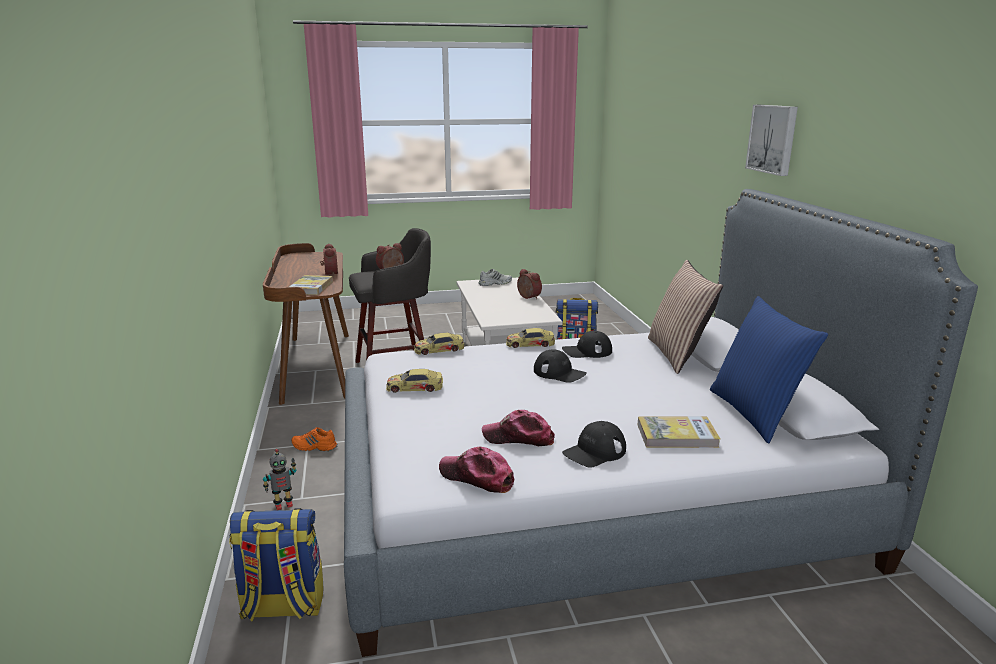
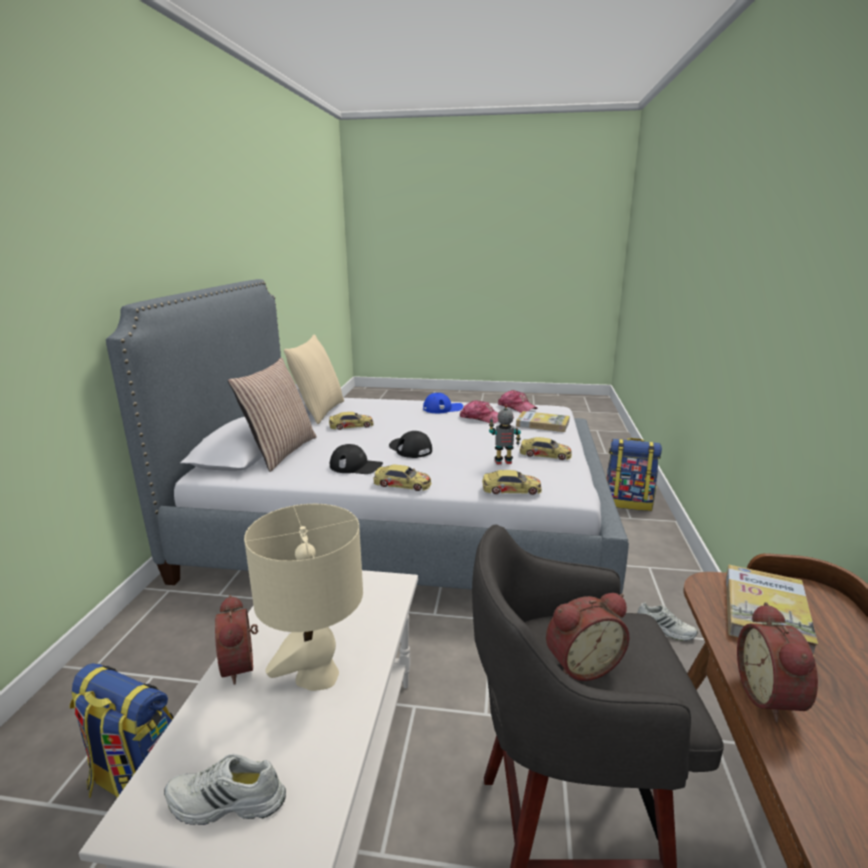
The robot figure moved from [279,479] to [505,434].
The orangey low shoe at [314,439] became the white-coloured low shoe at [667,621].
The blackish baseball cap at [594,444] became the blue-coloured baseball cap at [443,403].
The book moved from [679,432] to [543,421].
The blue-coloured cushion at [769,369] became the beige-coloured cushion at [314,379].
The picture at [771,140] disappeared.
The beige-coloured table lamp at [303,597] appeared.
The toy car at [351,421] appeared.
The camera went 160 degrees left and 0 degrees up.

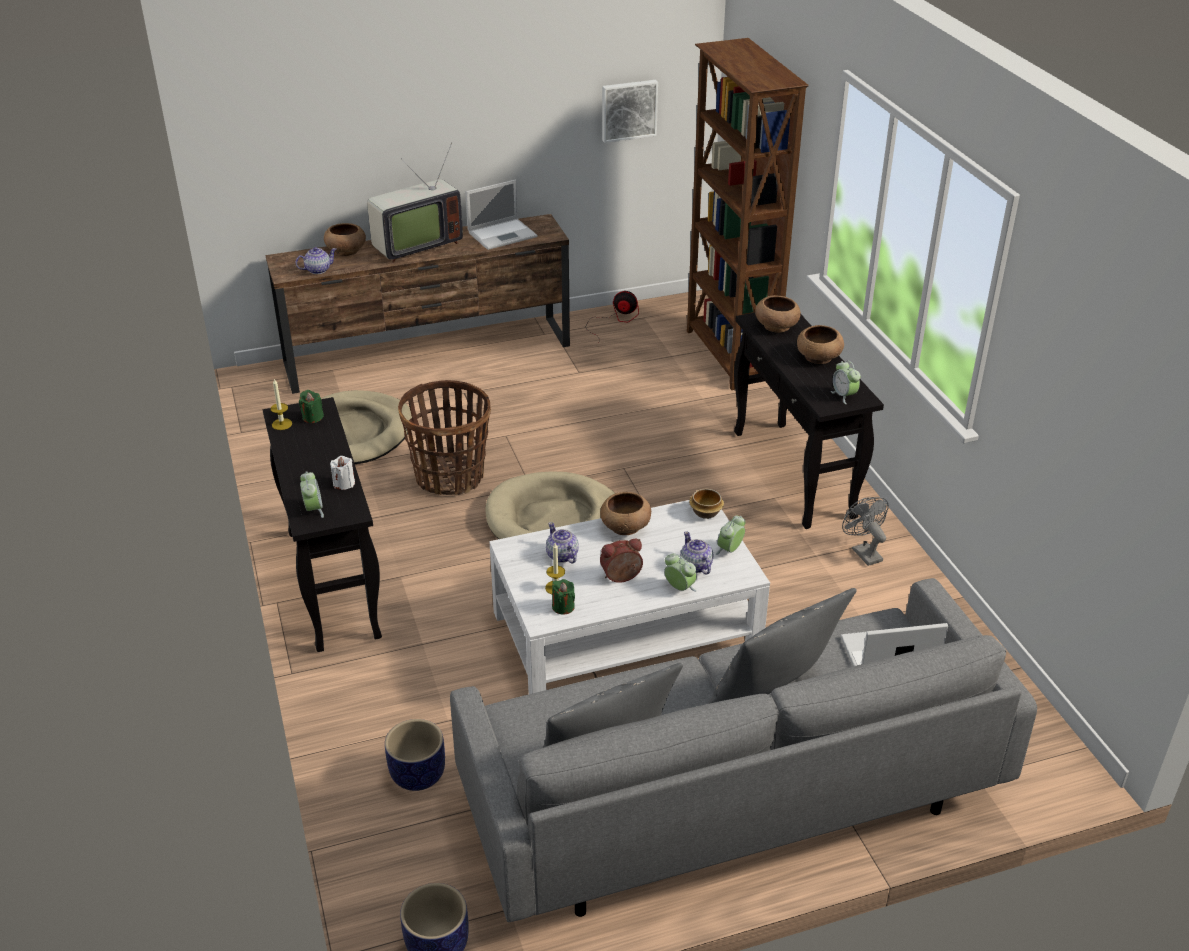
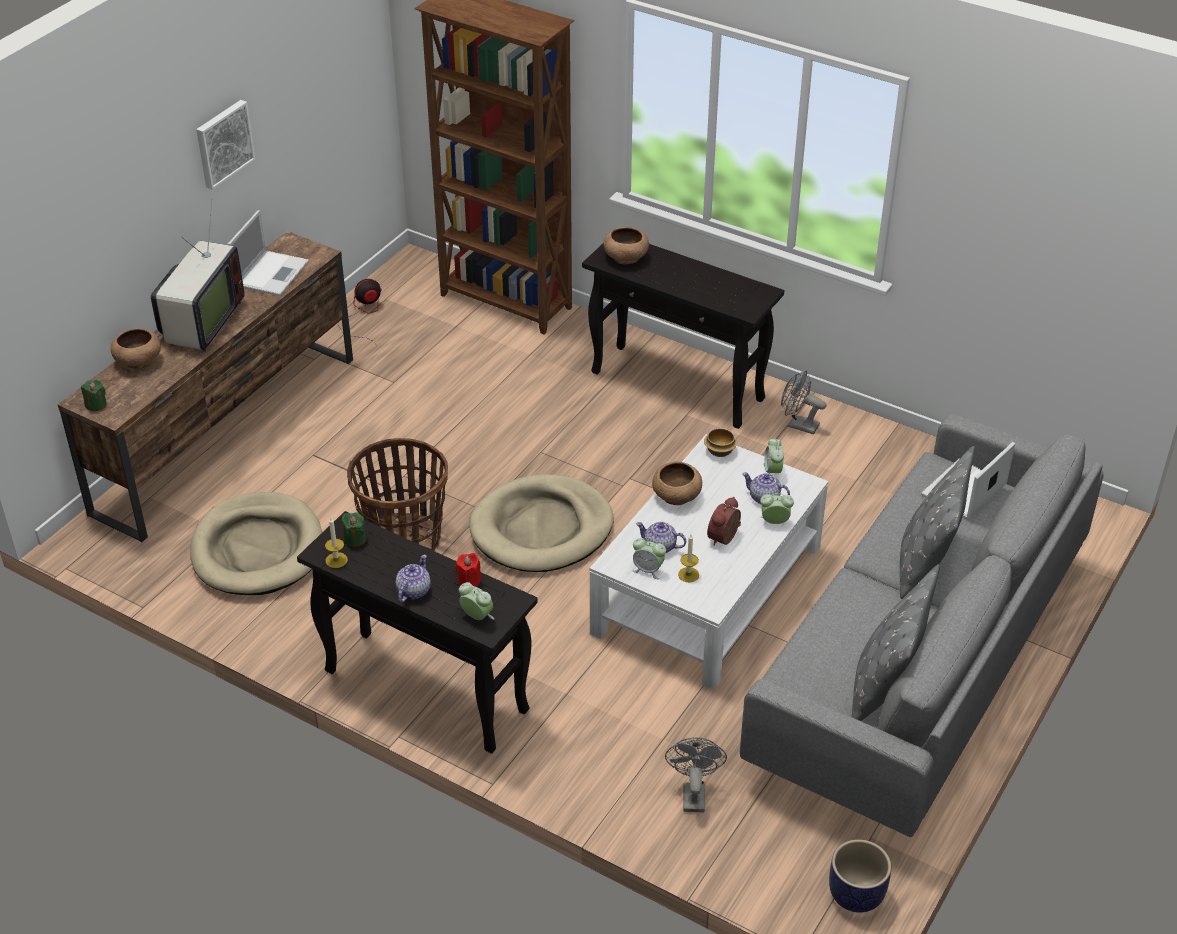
The tea pot moved from [316,260] to [413,578].
The white-coloured wax light at [342,473] became the reddish wax light at [468,570].
The plant pot at [415,755] was replaced by the greyish electric fan at [696,774].
The green wax light moved from [563,597] to [94,395].
The picture moved from [630,111] to [226,145].
The brownish serving bowl at [820,344] disappeared.
The alarm clock moved from [846,382] to [649,558].
The camera went 40 degrees left and 5 degrees up.

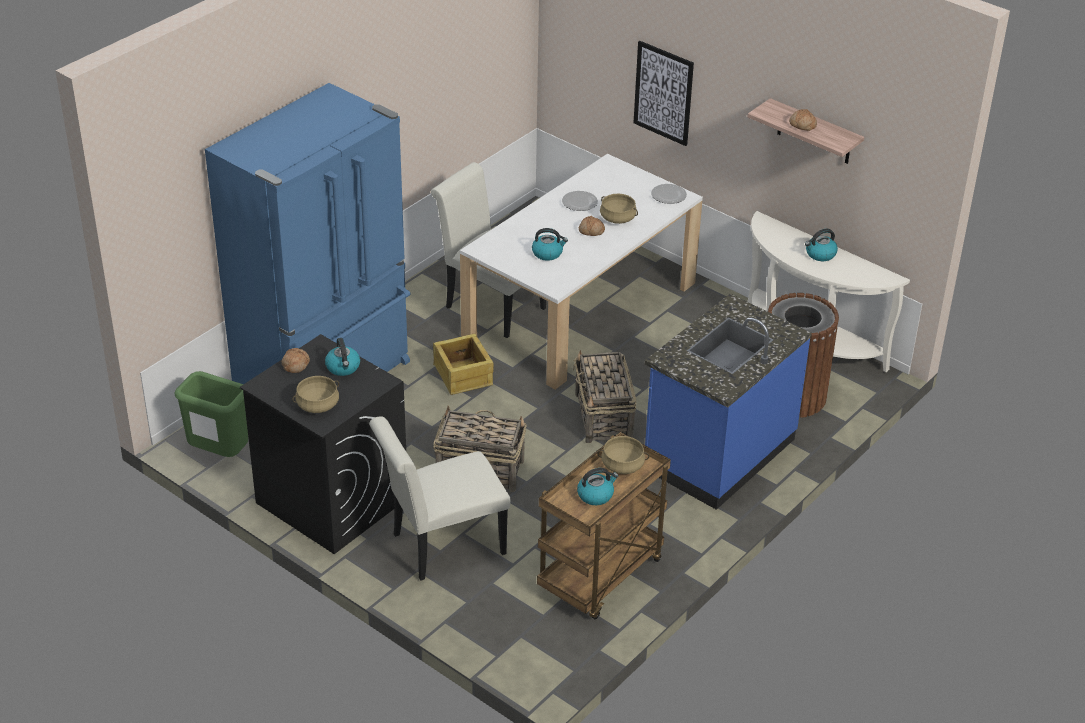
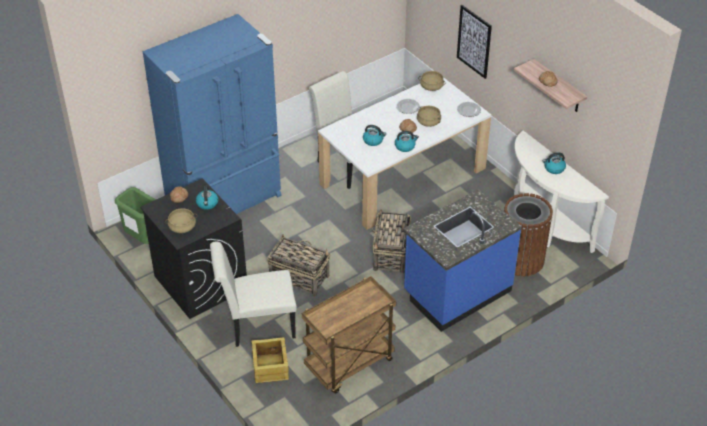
The packing crate moved from [463,364] to [270,360].
The kettle moved from [597,486] to [407,141].
The beige-coloured cooking pot moved from [623,455] to [432,81].
The camera went 15 degrees right and 5 degrees up.

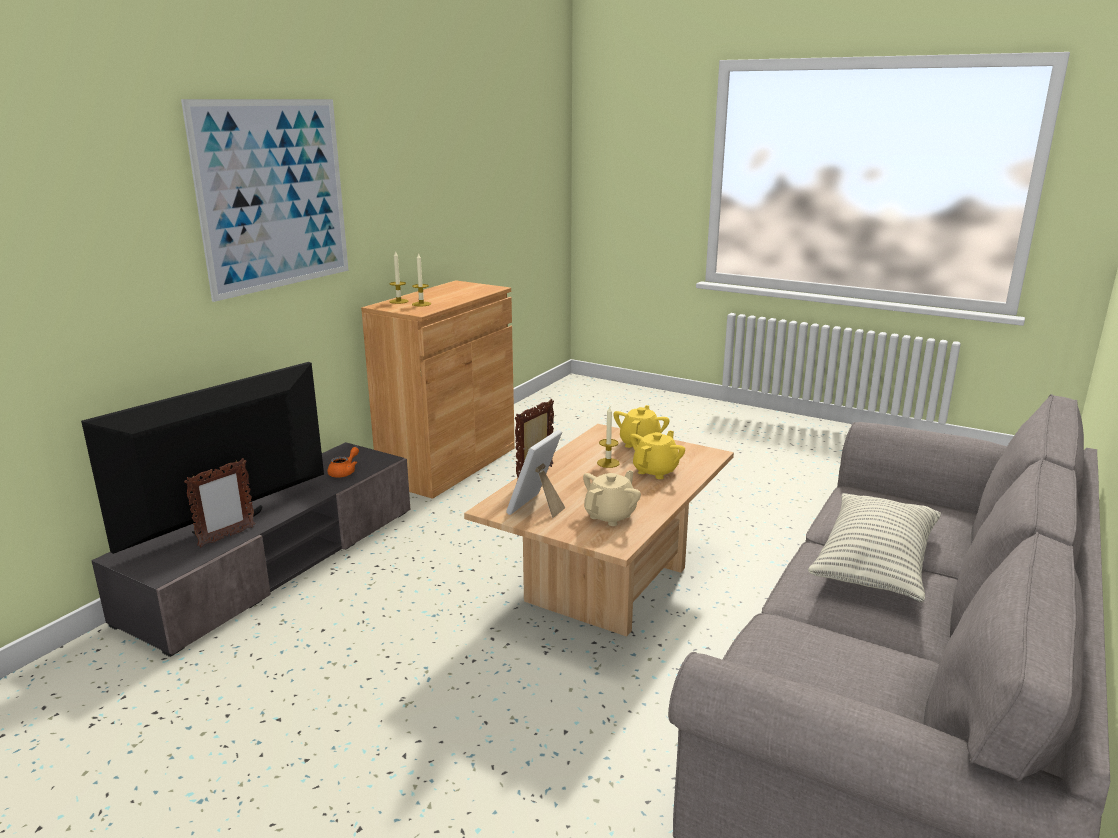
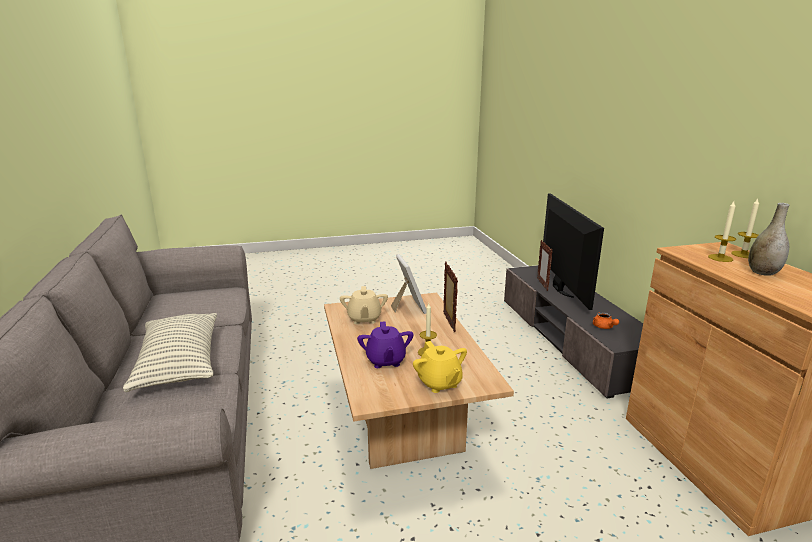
The picture at [265,200] disappeared.
The yellow-coloured tea pot at [657,454] became the purplish tea pot at [385,344].
The greyish vase at [768,239] appeared.
The camera went 135 degrees right and 0 degrees up.

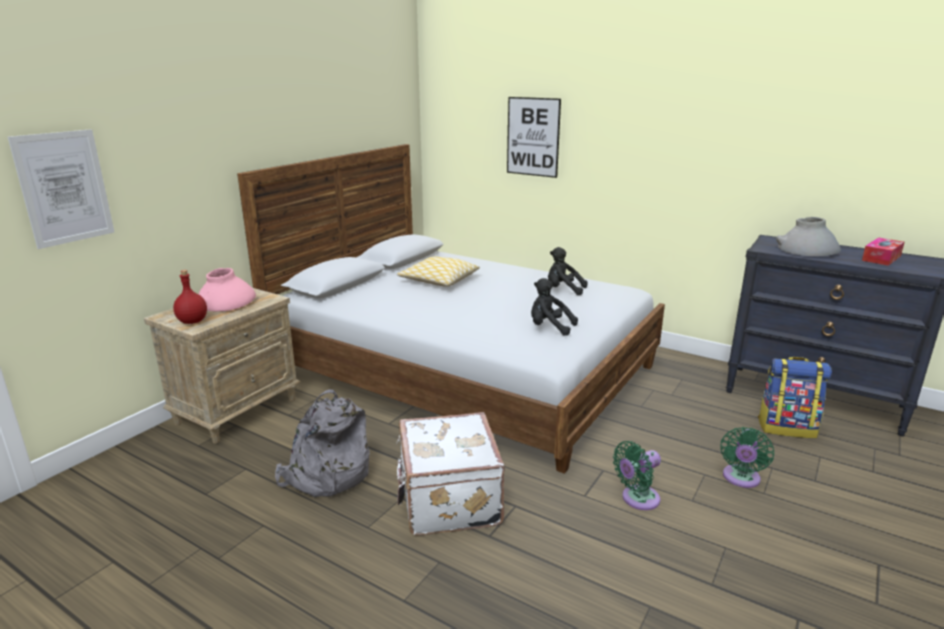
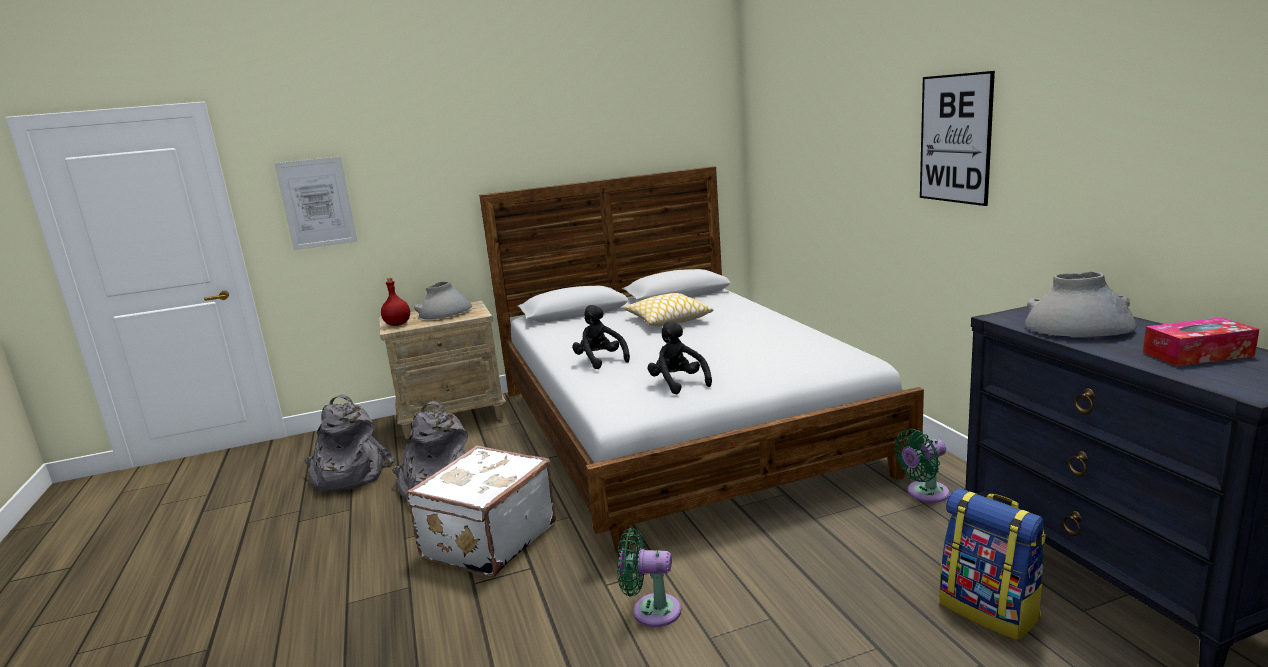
The pink-coloured vase at [227,289] became the greyish vase at [443,300].
The picture moved from [534,137] to [957,138].
The blackish cuddly toy moved from [568,271] to [601,337].
The green electric fan moved from [747,457] to [922,466].
The greyish knapsack at [349,443] appeared.
The camera went 40 degrees right and 5 degrees down.

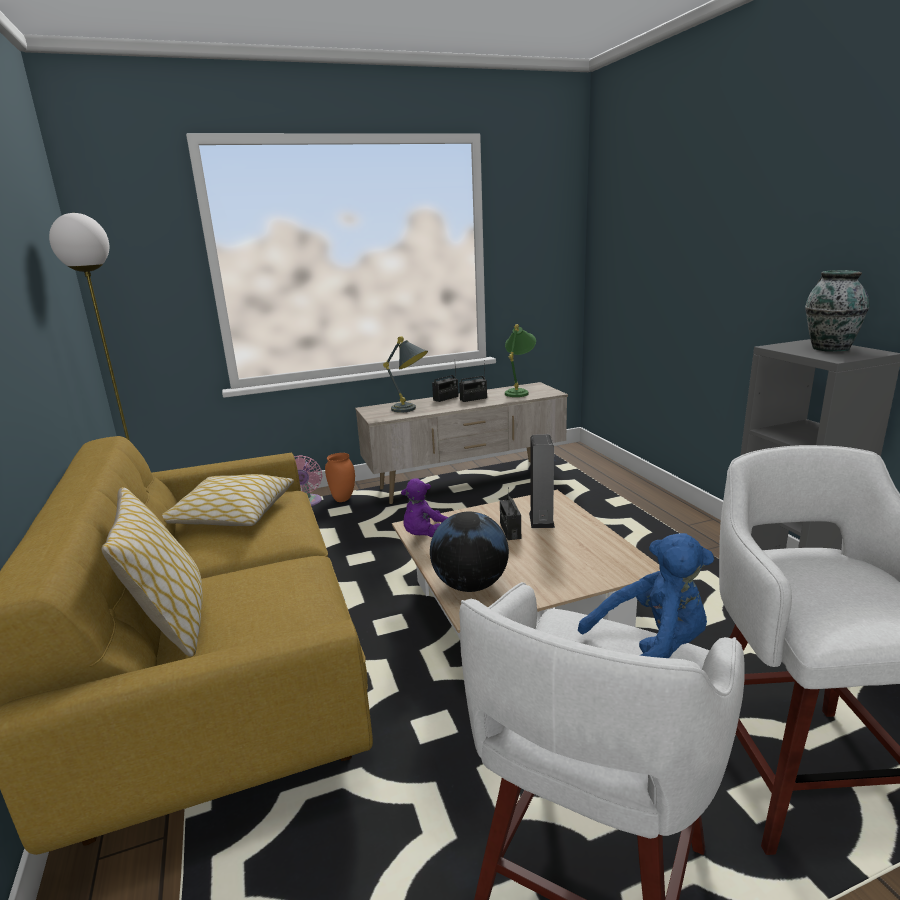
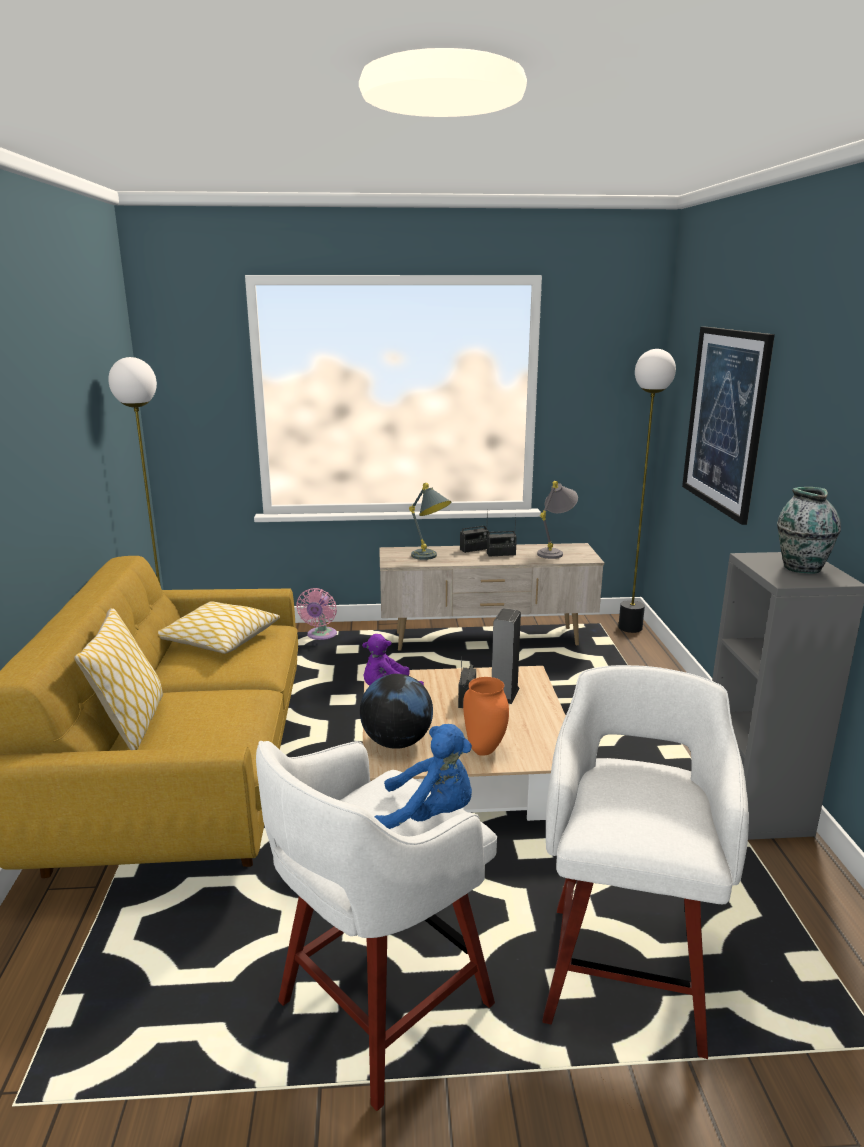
The orangey vase moved from [340,477] to [486,716].
The green table lamp at [520,360] became the greyish table lamp at [557,520].
The floor lamp at [647,491] appeared.
The picture at [728,426] appeared.
The camera went 15 degrees right and 0 degrees up.

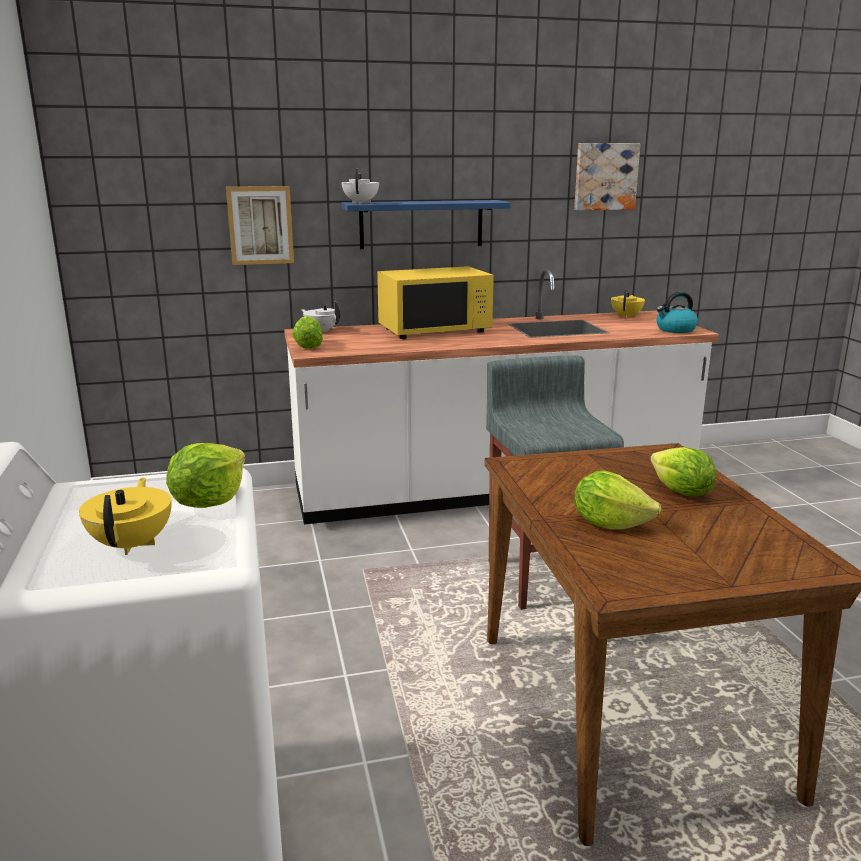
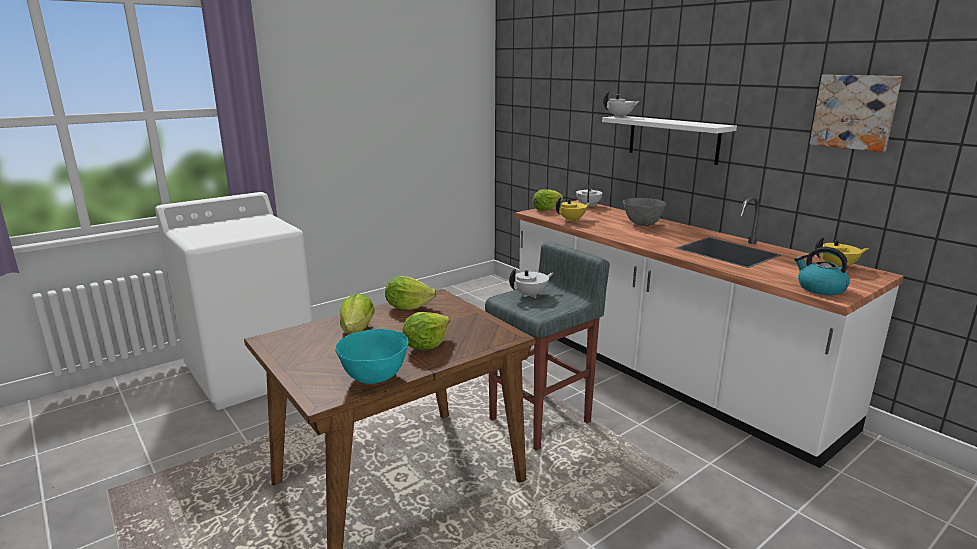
The yellow-coloured tea pot moved from [125,516] to [573,209].
The lettuce head moved from [205,475] to [411,293].
The picture at [260,225] disappeared.
The blue-coloured shelf at [426,224] became the white-coloured shelf at [669,140].
The yellow-coloured microwave at [435,302] was replaced by the greyish serving bowl at [644,212].
The blue-green serving bowl at [372,356] appeared.
The white-coloured tea pot at [531,283] appeared.
The camera went 65 degrees right and 0 degrees up.

